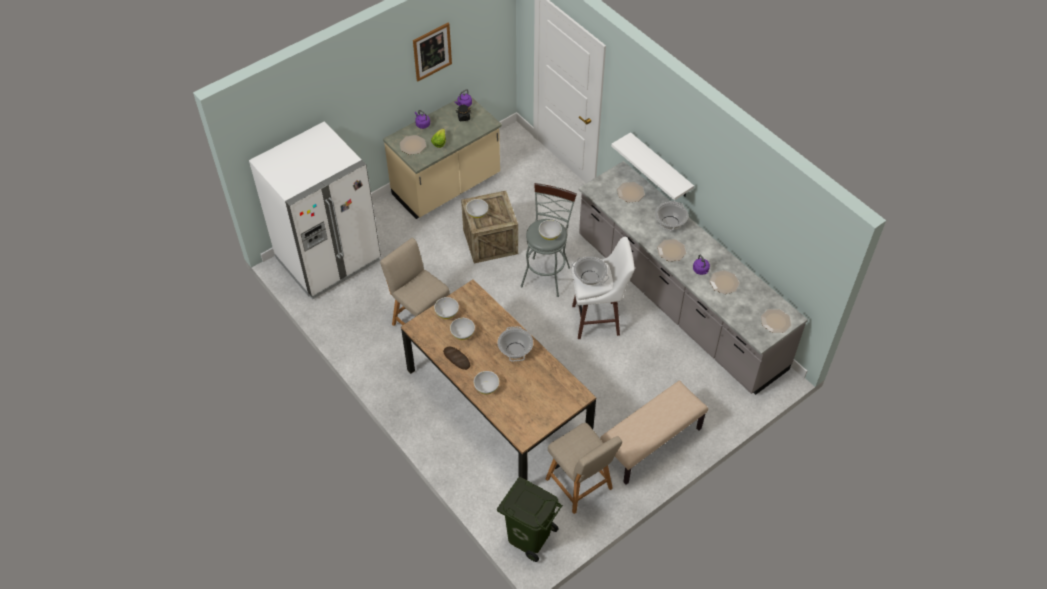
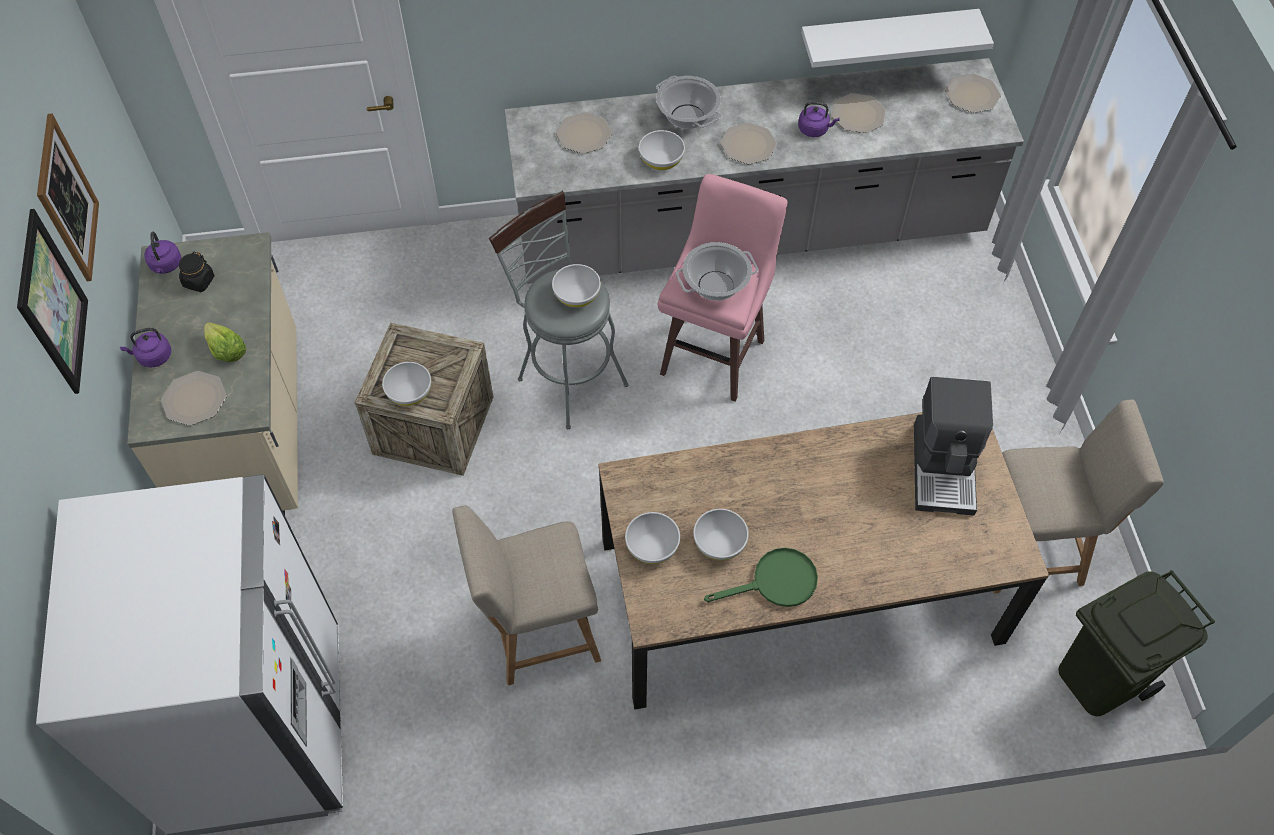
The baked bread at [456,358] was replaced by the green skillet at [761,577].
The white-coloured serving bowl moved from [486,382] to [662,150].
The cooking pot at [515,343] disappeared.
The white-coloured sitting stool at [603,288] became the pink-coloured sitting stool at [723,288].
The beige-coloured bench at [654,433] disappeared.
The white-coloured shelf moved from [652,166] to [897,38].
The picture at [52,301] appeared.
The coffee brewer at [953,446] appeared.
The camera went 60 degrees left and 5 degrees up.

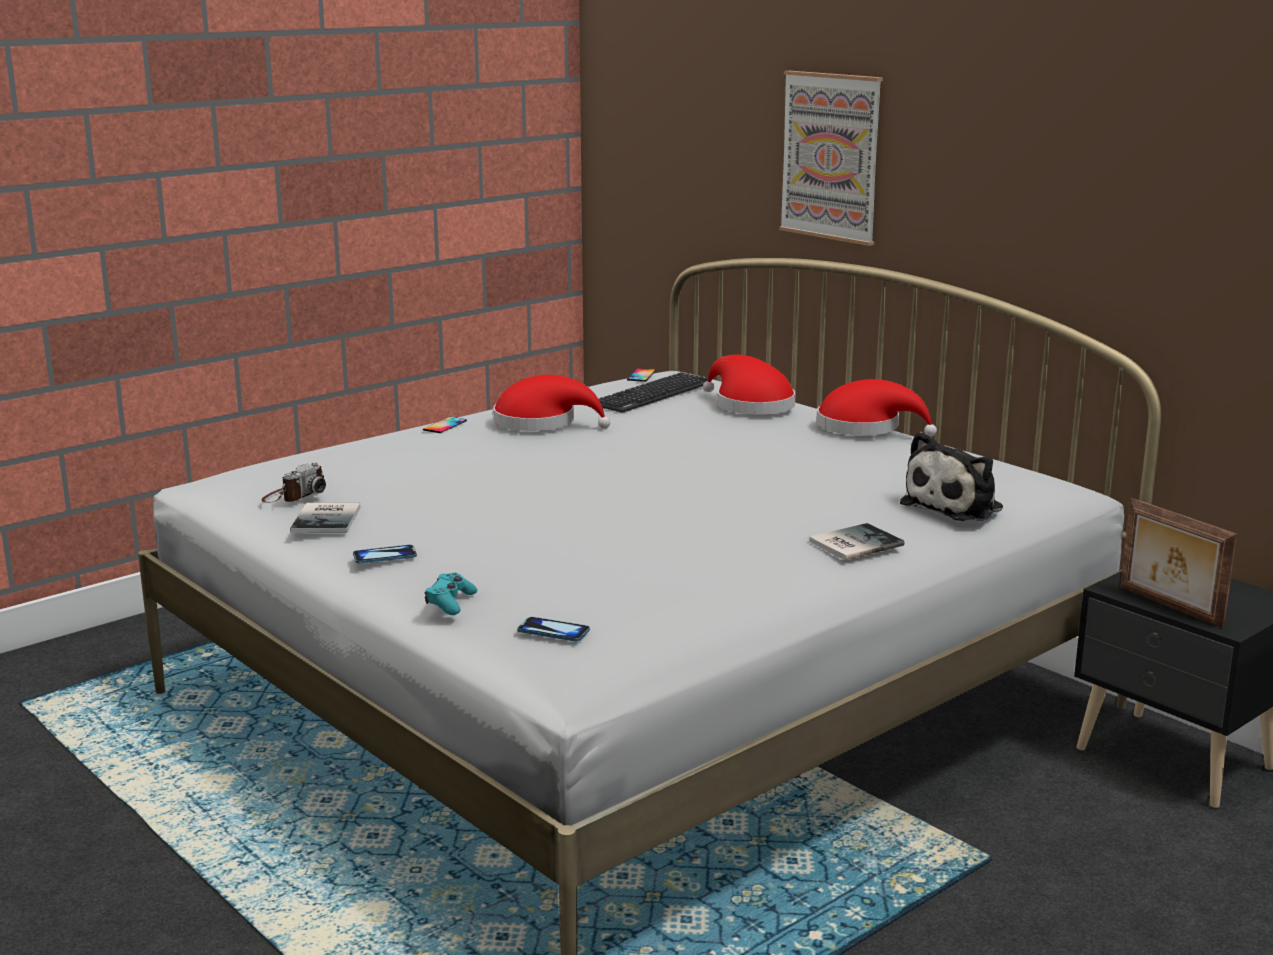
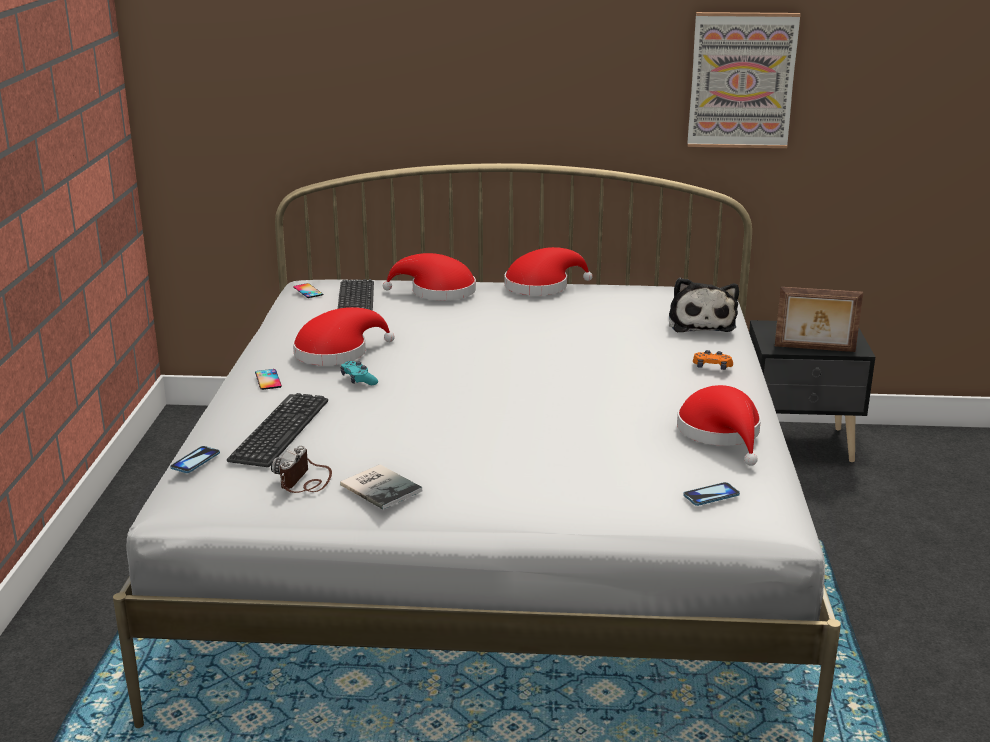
The still camera at [294,482] turned 150 degrees counterclockwise.
The phone moved from [385,554] to [195,459].
The blue-green game controller moved from [451,594] to [359,373].
The picture moved from [831,158] to [744,80].
The book at [856,541] was replaced by the orangey game controller at [713,360].
The keyboard at [277,430] appeared.
The reddish wearable hat at [719,425] appeared.
The camera went 45 degrees left and 5 degrees up.

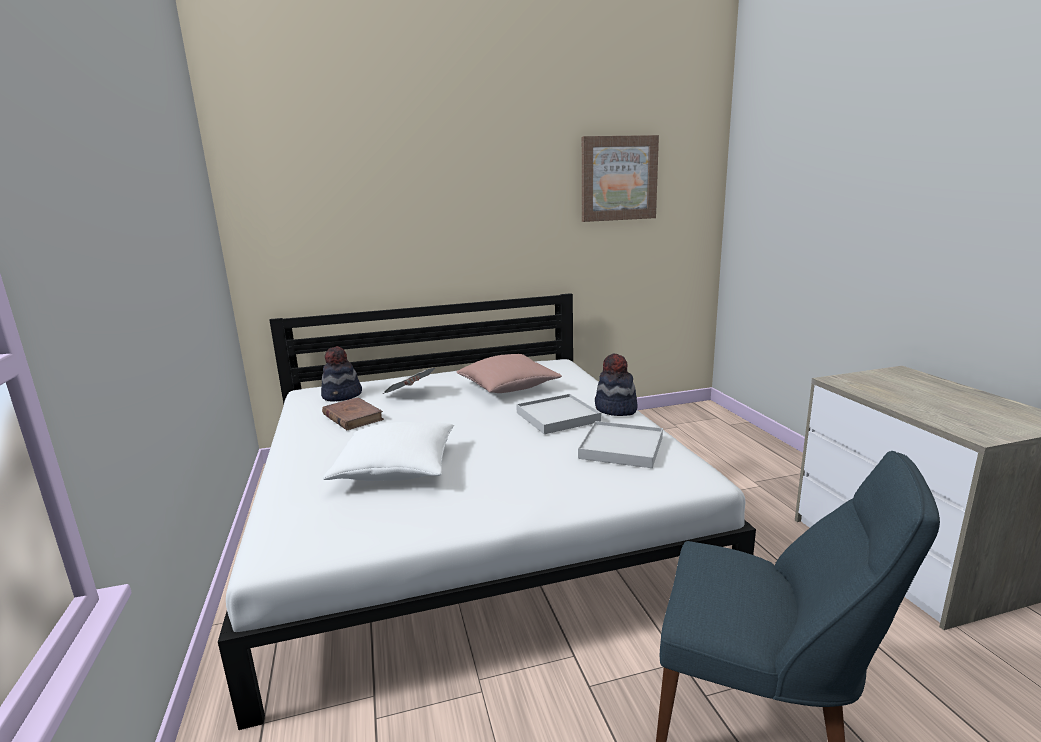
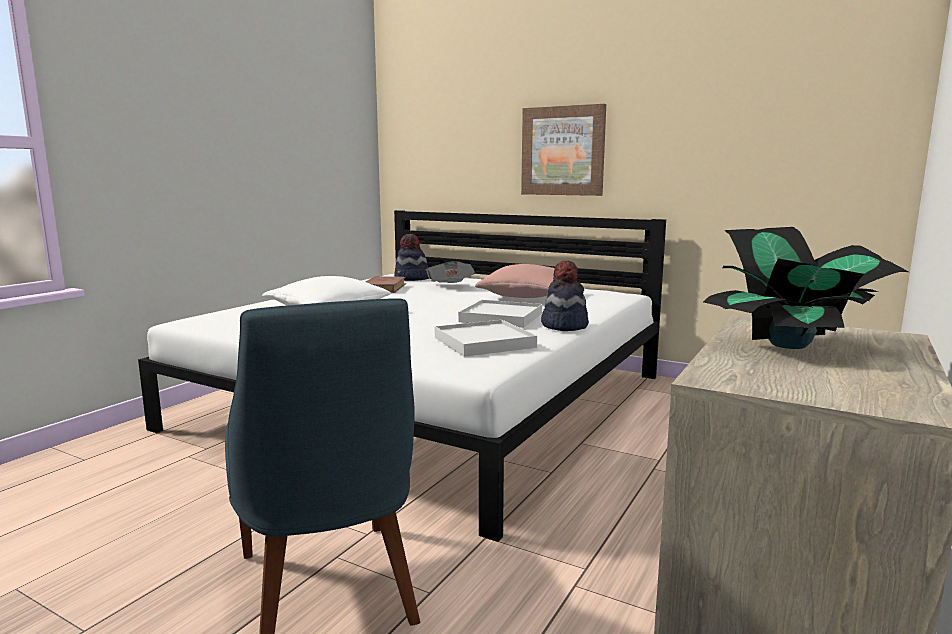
The picture moved from [620,178] to [563,150].
The potted plant at [806,288] appeared.
The camera went 45 degrees right and 5 degrees down.

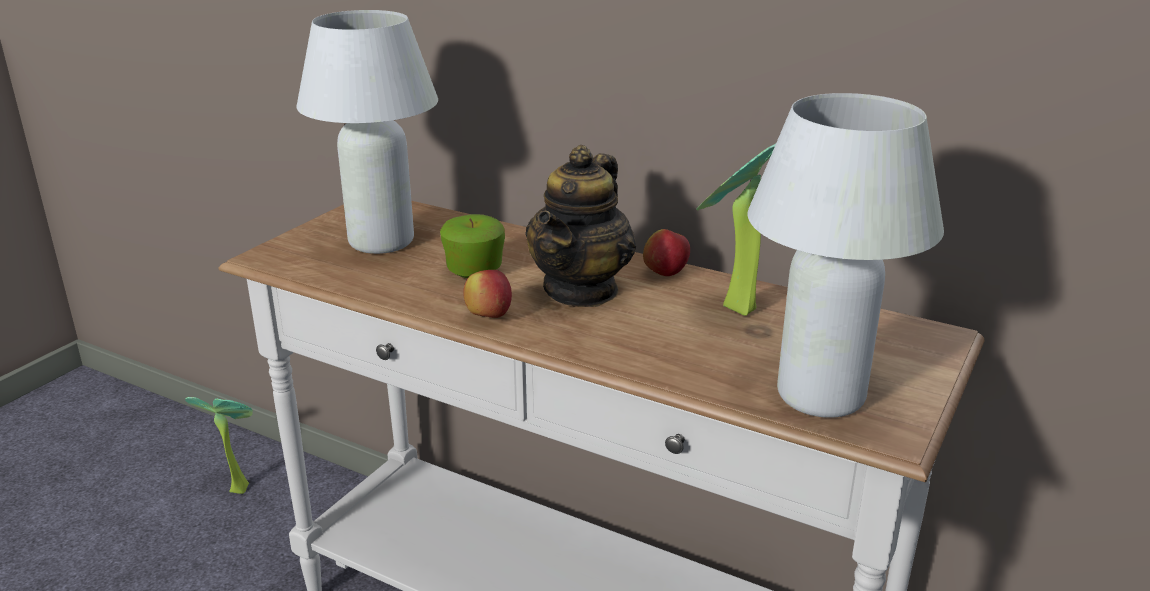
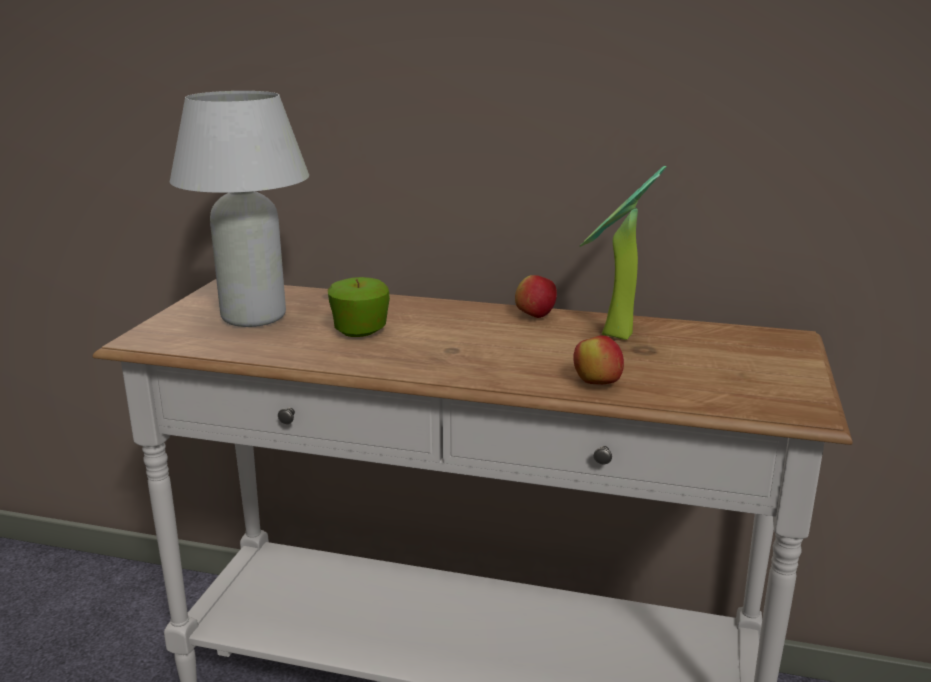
The potted plant at [219,445] disappeared.
The apple moved from [487,294] to [598,359].
The tea pot at [580,226] disappeared.
The white-coloured table lamp at [846,255] disappeared.
The camera went 15 degrees left and 5 degrees down.

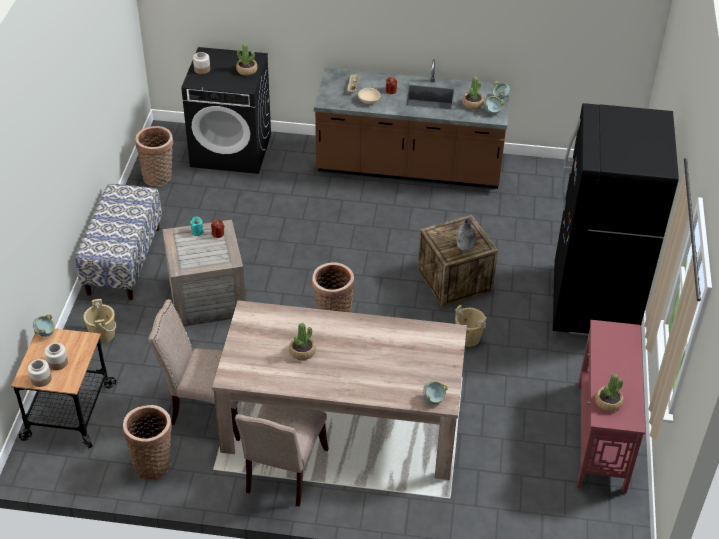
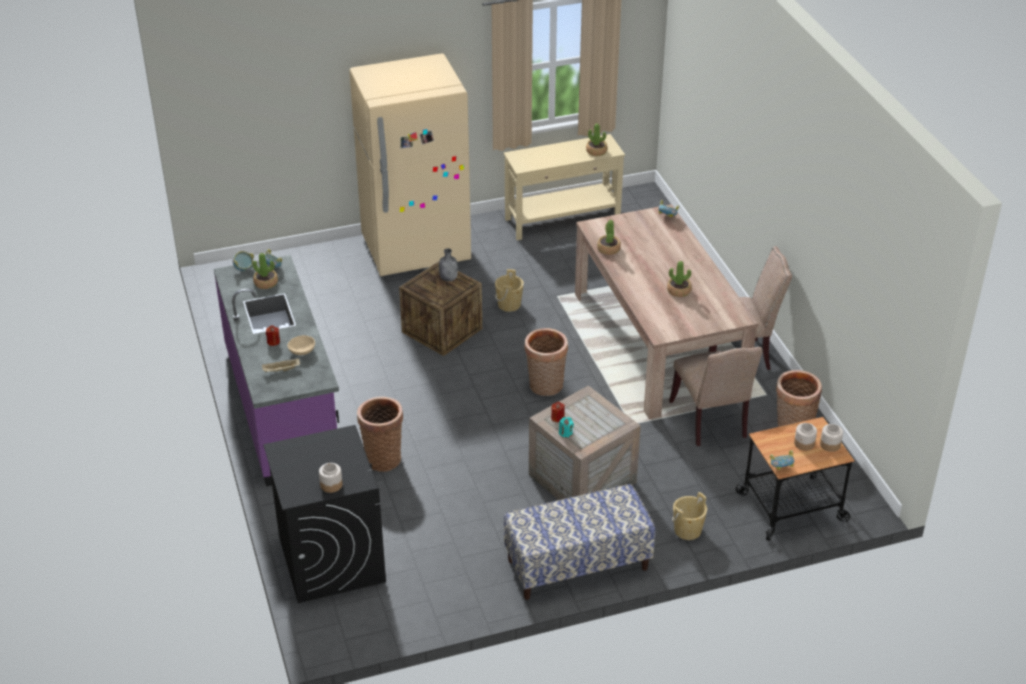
The household basket moved from [154,156] to [380,434].
The potted plant moved from [247,59] to [609,237].
The brownish kitchen base unit at [412,124] became the purplish kitchen base unit at [276,371].
The blackish refrigerator at [616,219] became the beige-coloured refrigerator at [410,164].
The reddish hall table at [611,407] became the beige-coloured hall table at [564,187].
The camera went 115 degrees left and 5 degrees down.

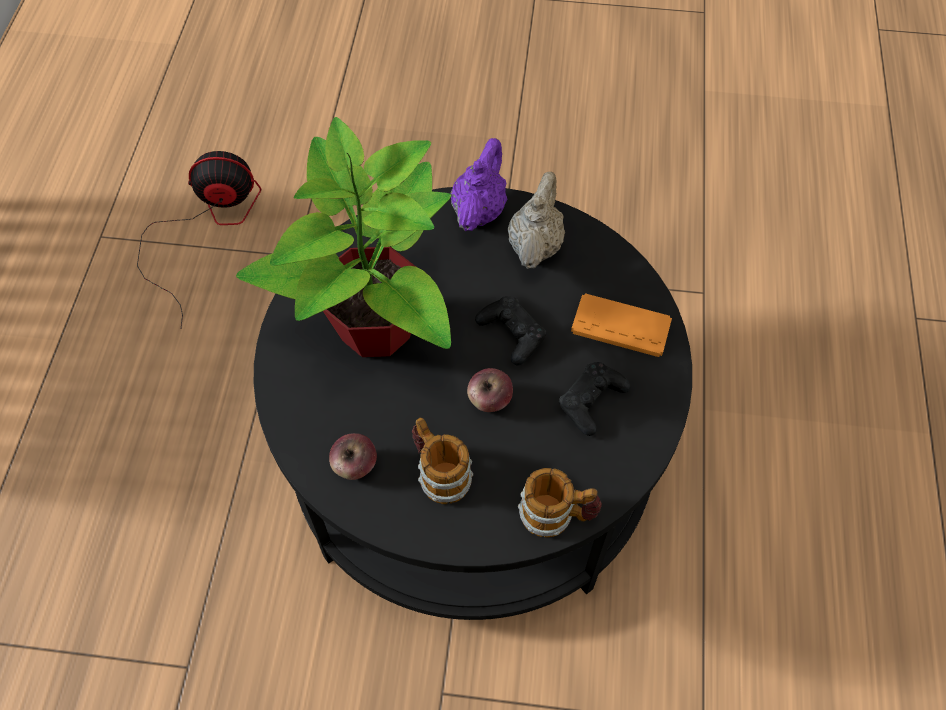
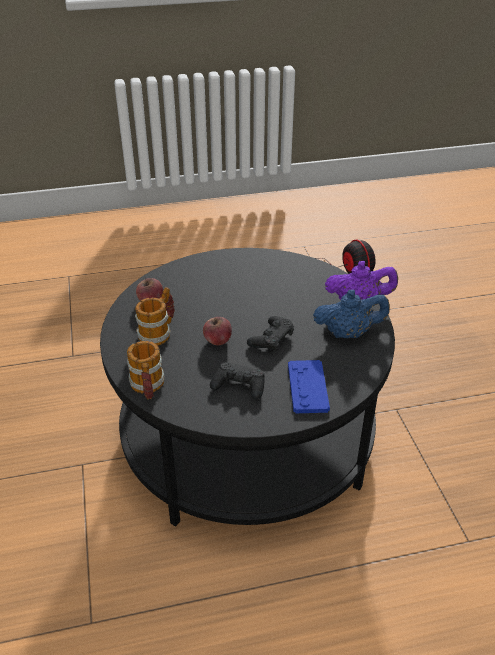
The potted plant at [344,237] disappeared.
The beige-coloured tea pot at [536,220] became the blue-coloured tea pot at [351,313].
The orangey game controller at [621,325] became the blue-coloured game controller at [309,386].
The camera went 70 degrees right and 20 degrees down.

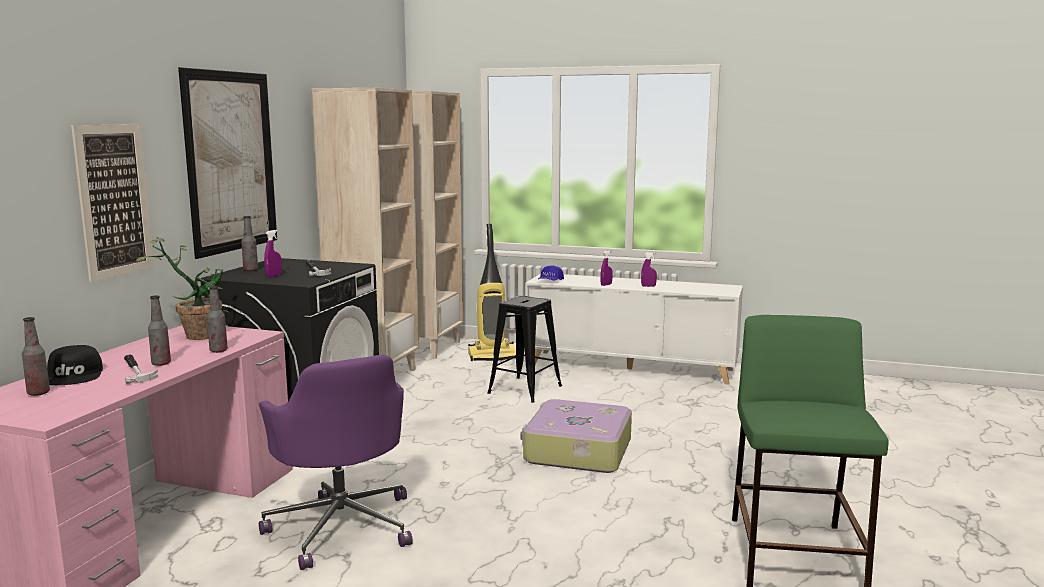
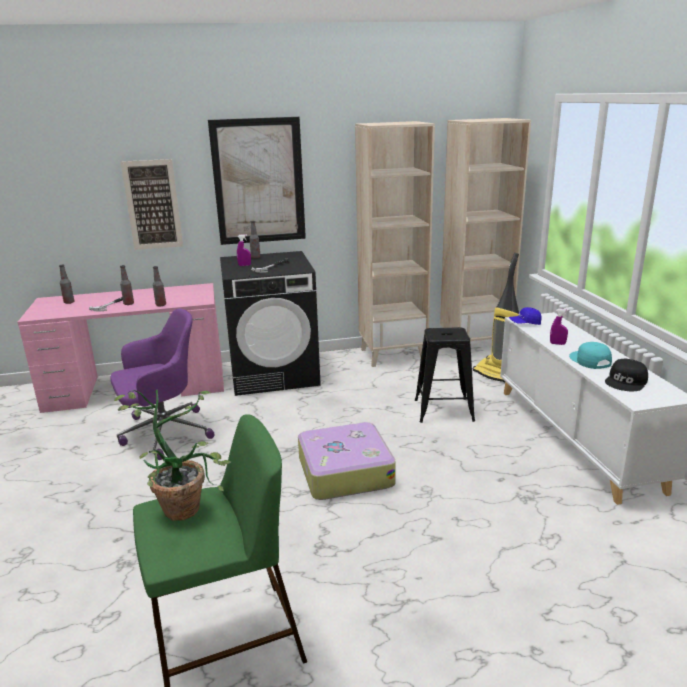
The blackish baseball cap moved from [75,365] to [626,375].
The potted plant moved from [182,289] to [172,455].
The purplish computer chair at [336,462] turned 150 degrees counterclockwise.
The purplish sprayer at [649,269] was replaced by the blue-green baseball cap at [590,355].
The camera went 60 degrees right and 10 degrees up.

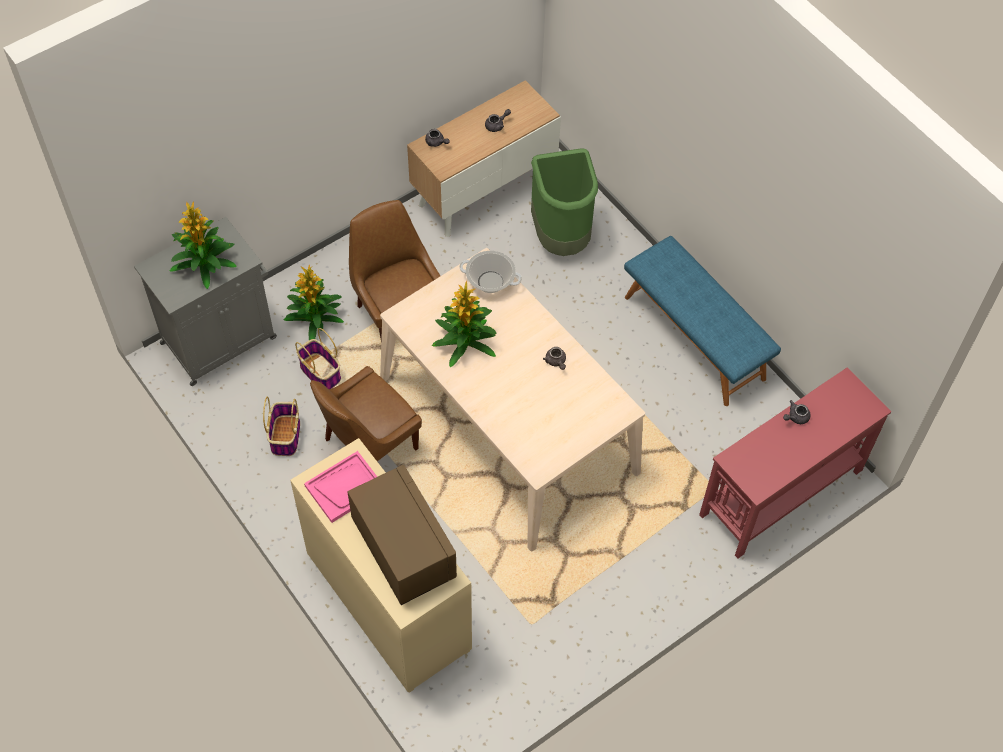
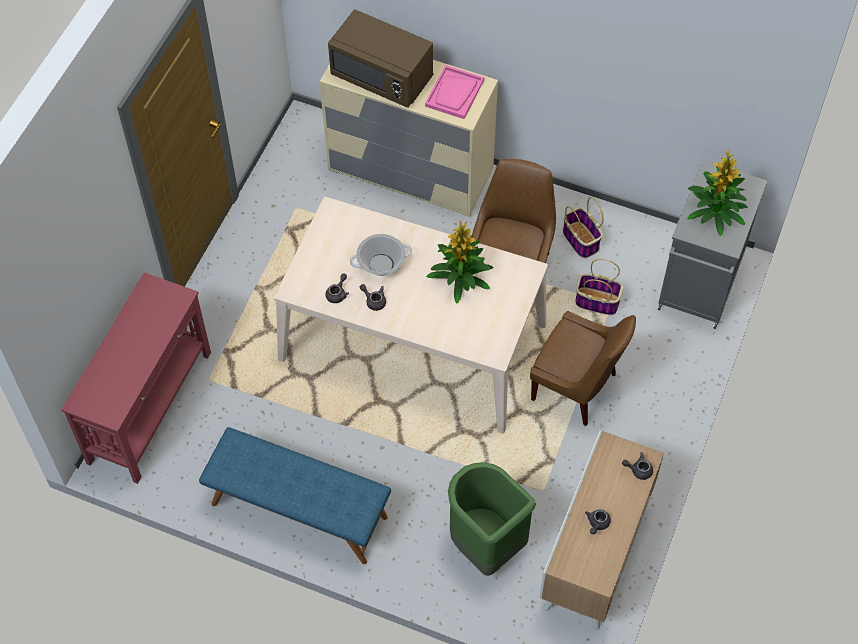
The potted plant at [314,302] disappeared.
The cooking pot moved from [490,272] to [381,255].
The greyish tea pot moved from [797,412] to [337,288].
The camera went 150 degrees right and 0 degrees up.

